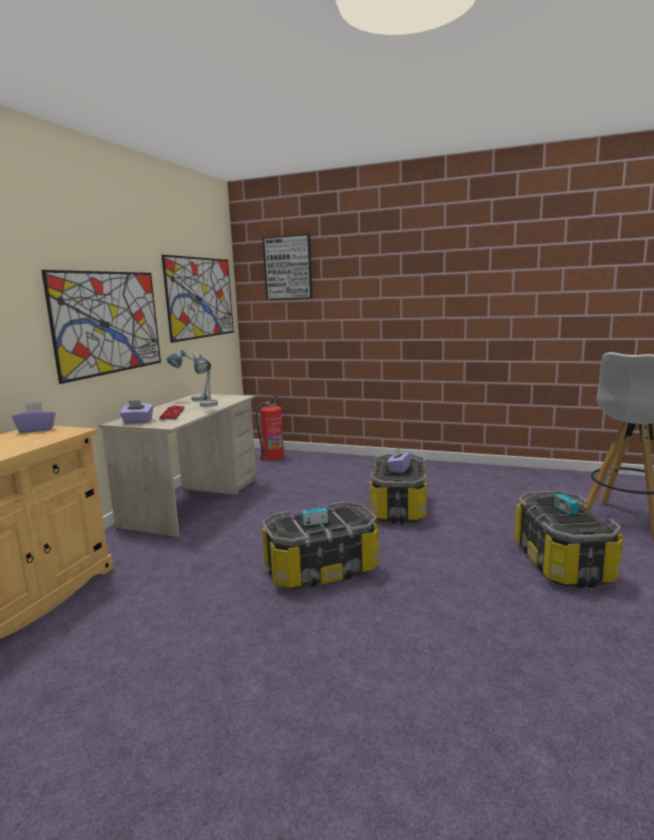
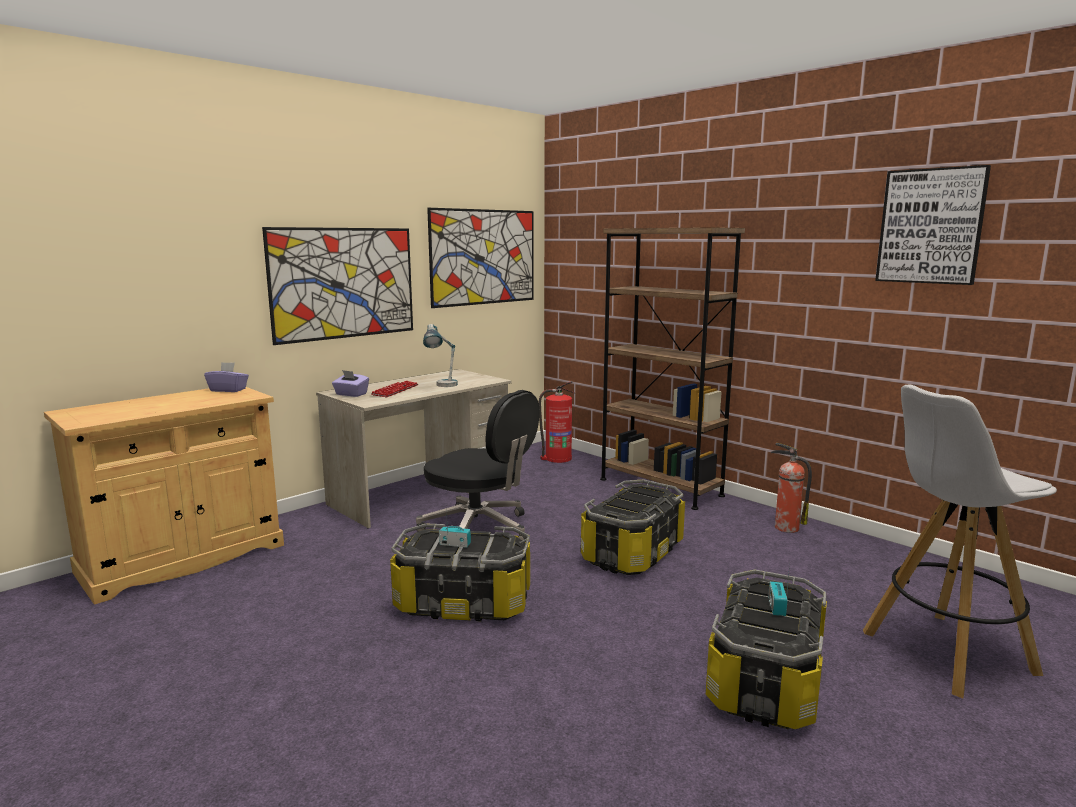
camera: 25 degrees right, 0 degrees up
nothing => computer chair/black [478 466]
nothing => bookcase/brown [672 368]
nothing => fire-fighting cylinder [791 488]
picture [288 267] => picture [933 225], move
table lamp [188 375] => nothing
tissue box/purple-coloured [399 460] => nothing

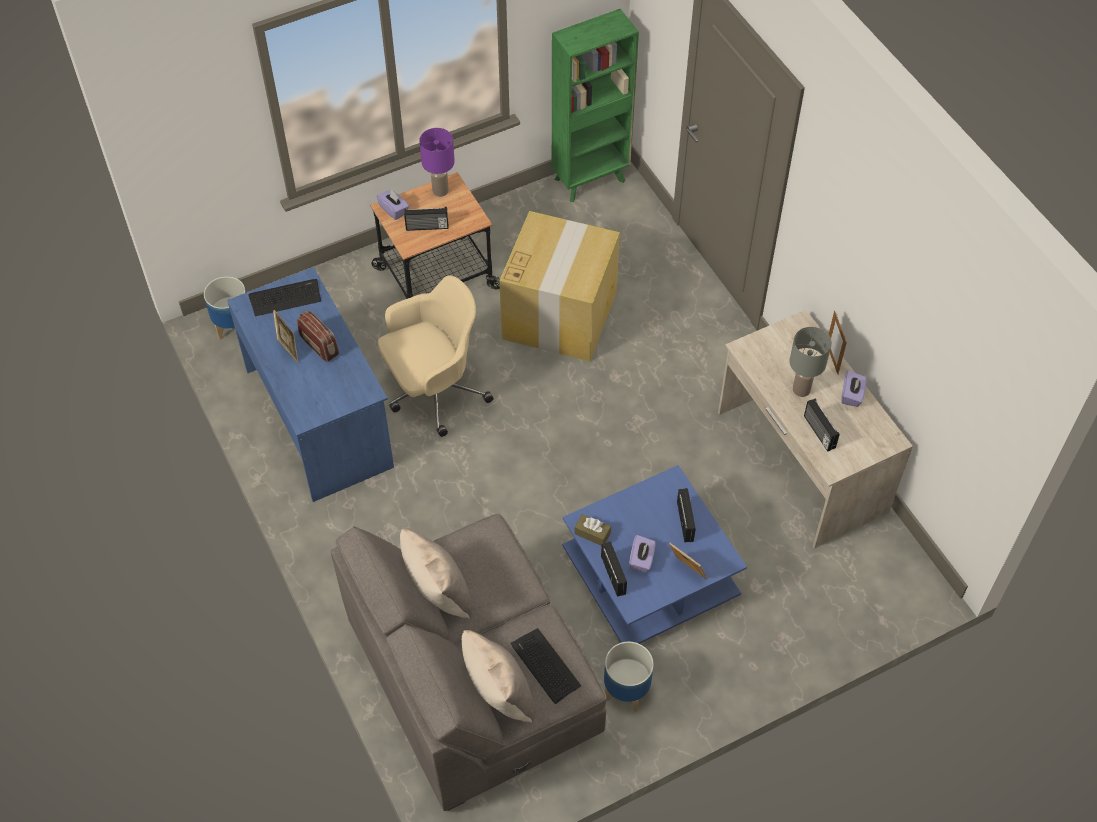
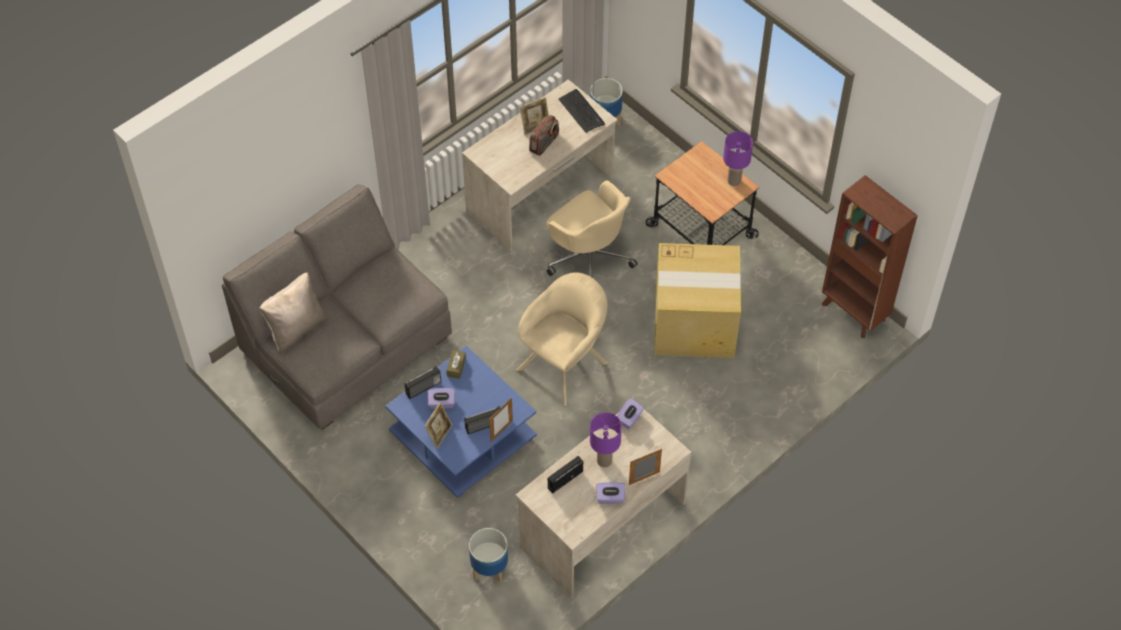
camera: 75 degrees right, 0 degrees up
desk table/blue-coloured [310 384] => desk table/beige-coloured [540 165]
flower pot [629 677] => flower pot [488 555], move
nothing => picture frame [501 419]
nothing => easy chair/beige-coloured [562 339]
table lamp/gray [811 362] => table lamp/purple-coloured [606 440]
tissue box/purple-coloured [393 205] => tissue box/purple-coloured [630 414], move
bookcase/greenish [595 105] => bookcase/brown [870 256]
cushion/beige-coloured [436 574] => nothing
radio [426 219] => nothing
PC keyboard [546 666] => nothing

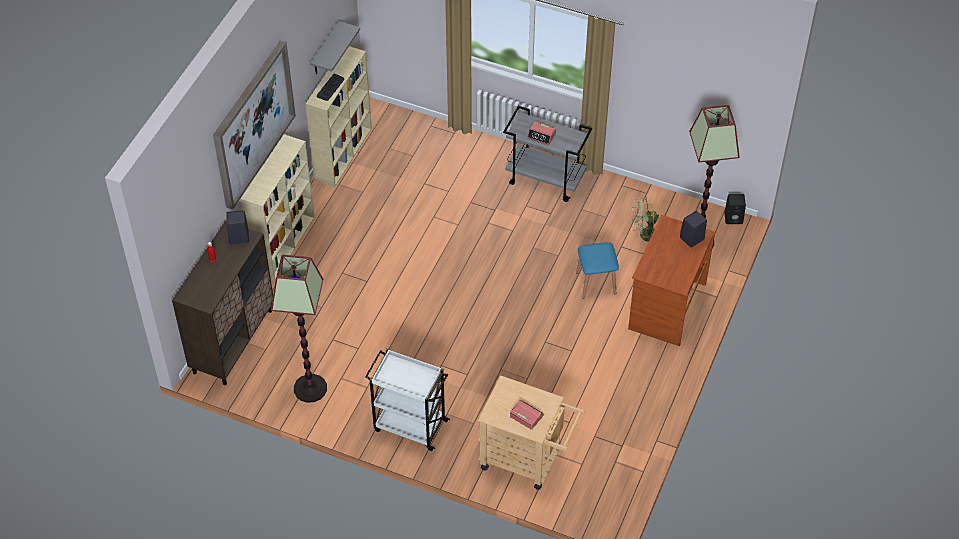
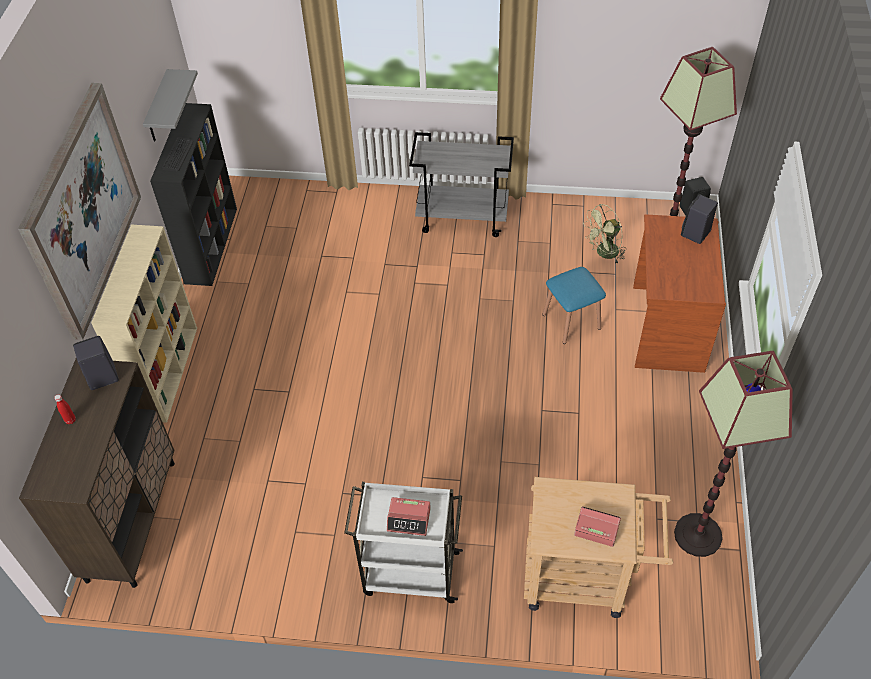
camera: 15 degrees left, 0 degrees up
bookcase/beige-coloured [339 116] => bookcase/black [193 194]
bedside clock [541 133] => bedside clock [409 516], move
floor lamp [299 329] => floor lamp [733 454], move

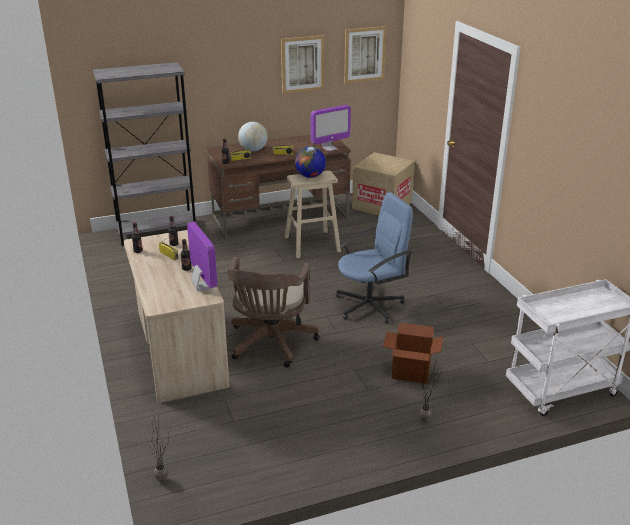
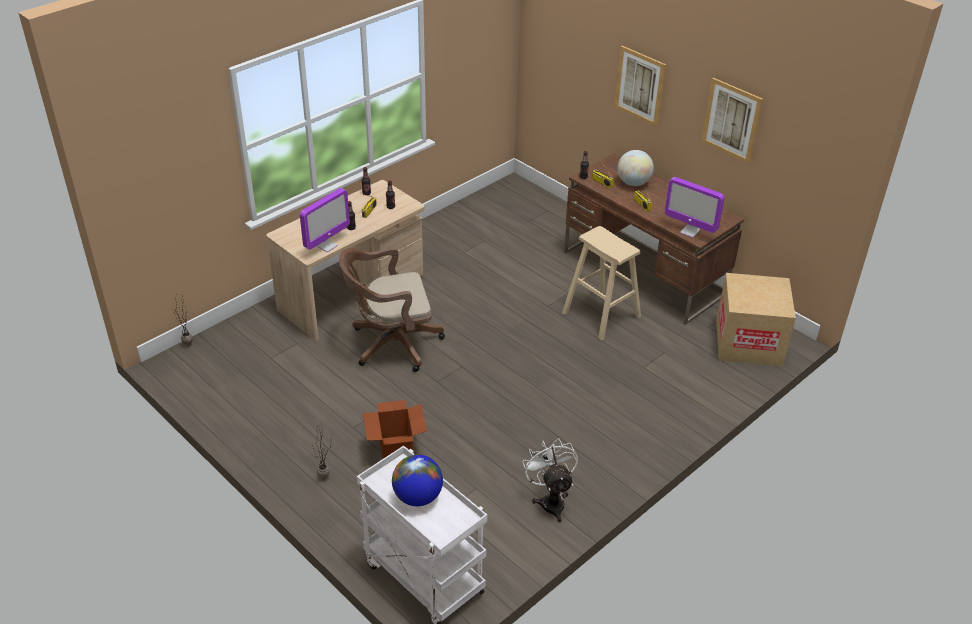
camera: 65 degrees right, 10 degrees up
desk globe [310 162] => desk globe [417 480], move
nothing => cooling fan/white-coloured [550 480]
picture [365 54] => picture [640 86], move
bookcase/gray [145 153] => nothing
computer chair/blue-coloured [374 257] => nothing

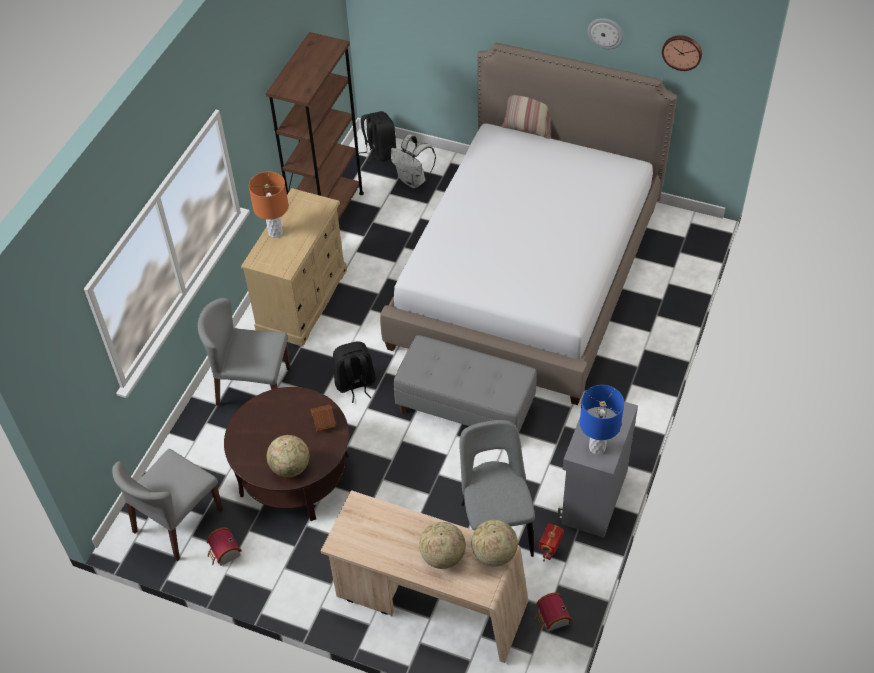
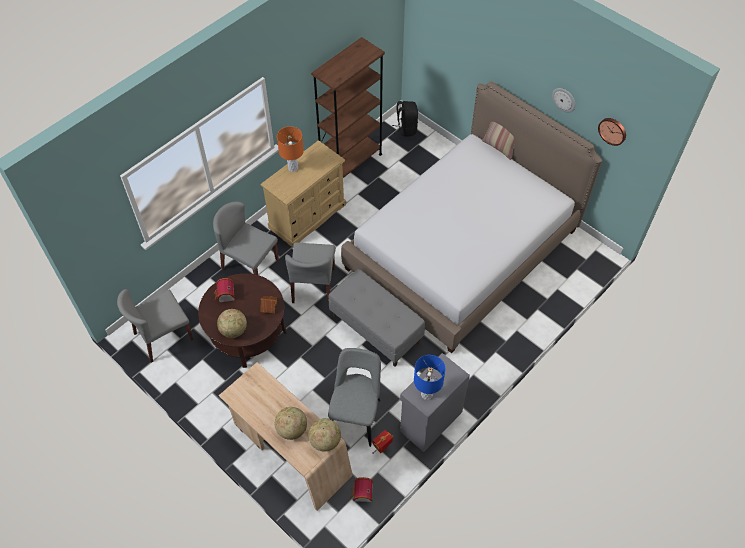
camera: 20 degrees right, 5 degrees up
toy house [224 546] => toy house [224 290], move
backpack/black [354 372] => chair/gray [310 274]
backpack/white-coloured [413 161] => nothing

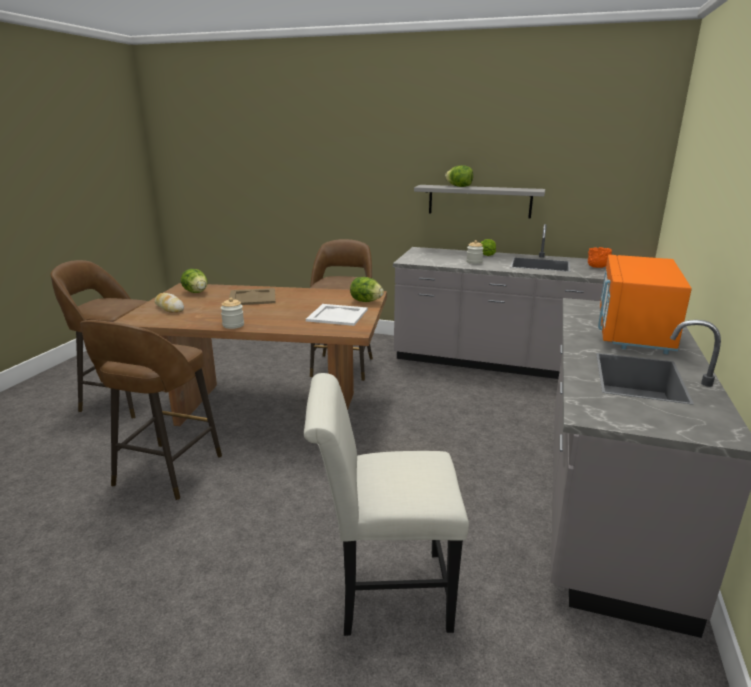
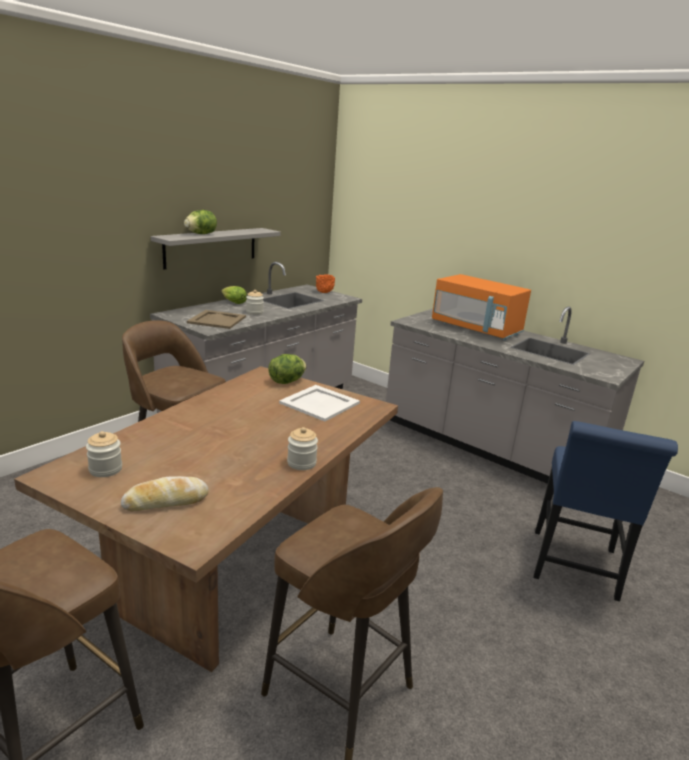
camera: 70 degrees left, 0 degrees up
lettuce [194 281] => jar [104 454]
tray/beige-coloured [252 296] => tray/beige-coloured [216 319], move
chair/white-coloured [386 504] => chair/blue-coloured [606 511]

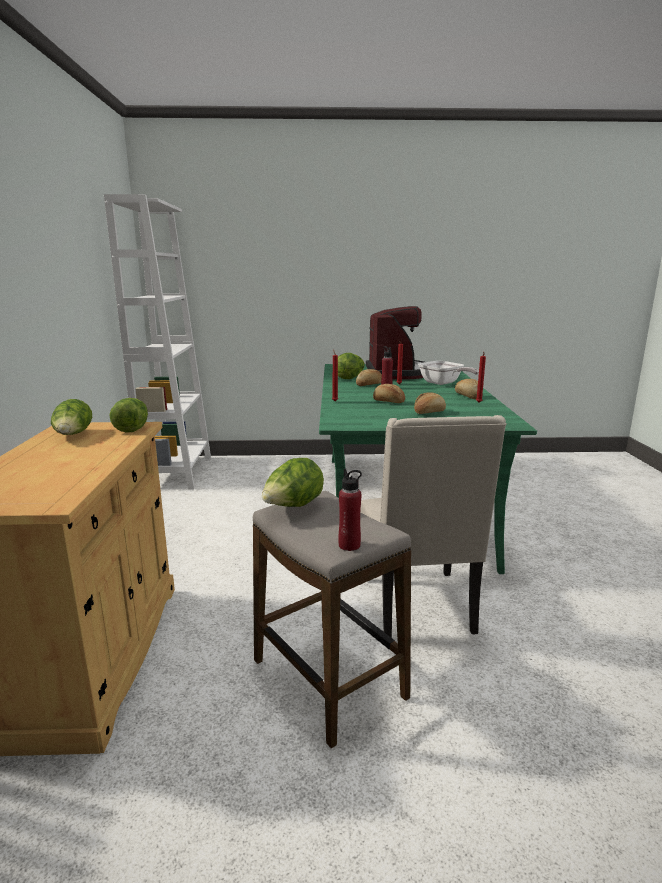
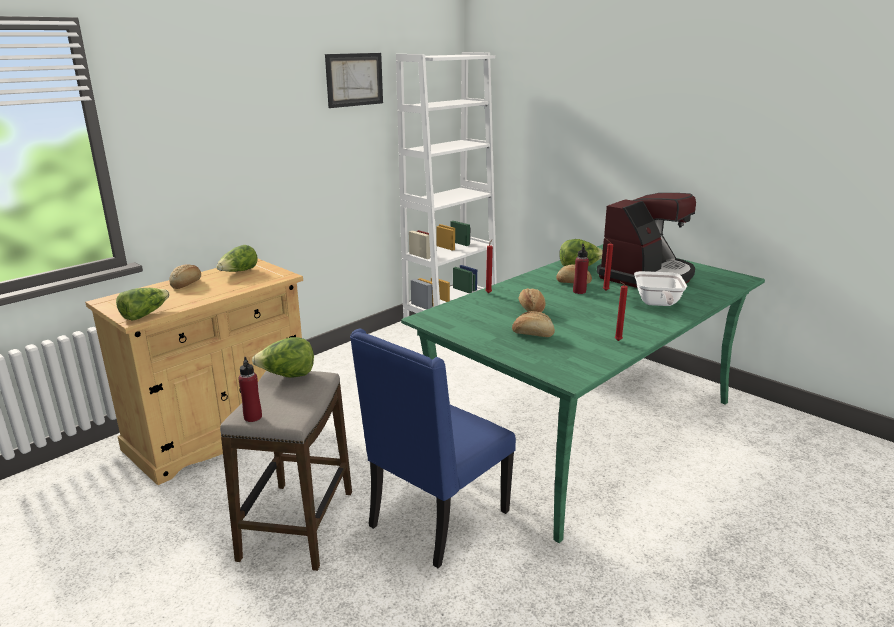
camera: 45 degrees right, 5 degrees up
lettuce [128 415] => lettuce [143 304], move
bakery bread [466 388] => bakery bread [185 276], move
nothing => picture [354 80]
chair/beige-coloured [433 526] => chair/blue-coloured [433 448]

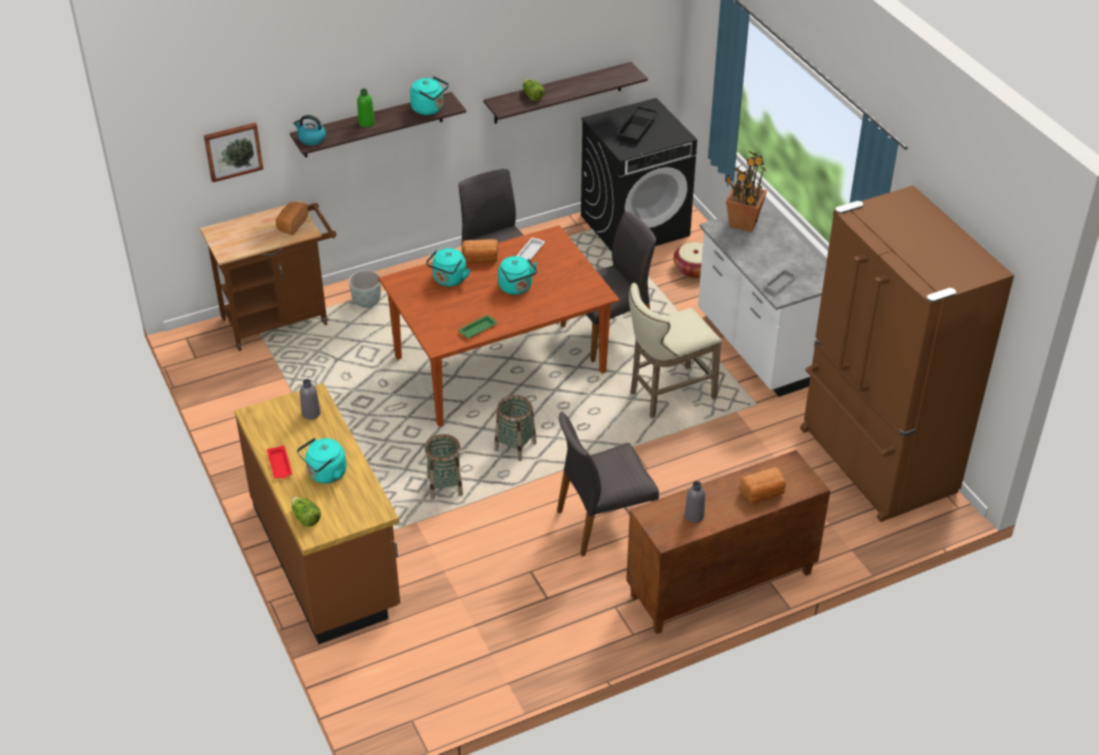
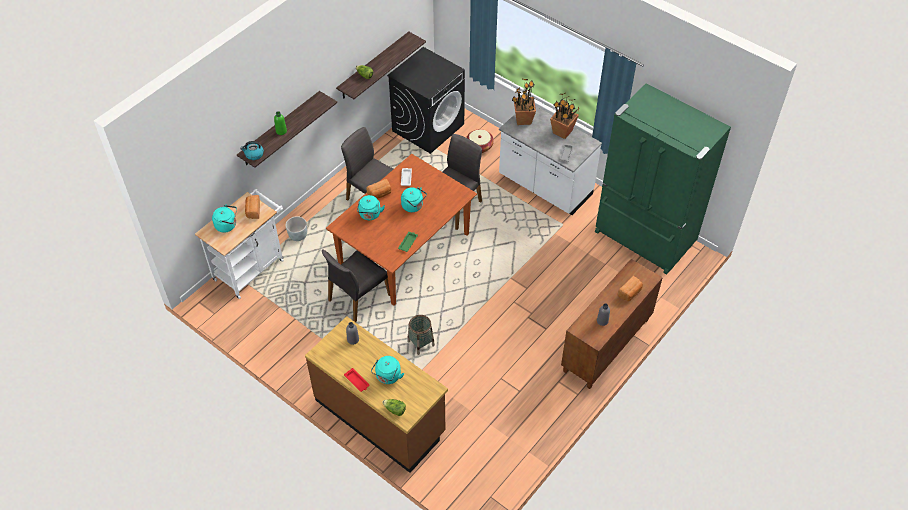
camera: 25 degrees left, 10 degrees up
cart/brown [268 276] => cart/white-coloured [239 244]
water kettle/blue-green [429 95] => water kettle/blue-green [224 218], move
chair/gray [608 484] => chair/gray [356 286], move
nothing => plant in a pot [564 116]
refrigerator/brown [907 353] => refrigerator/greenish [663 179]
picture [233 152] => nothing
household basket [515 428] => nothing
tray/black [637 125] => nothing
stool seat/beige-coloured [675 350] => nothing

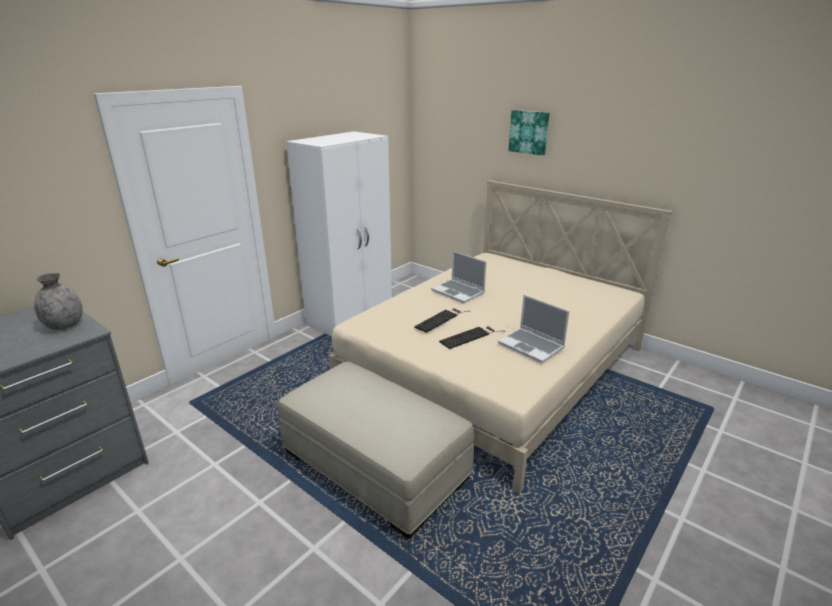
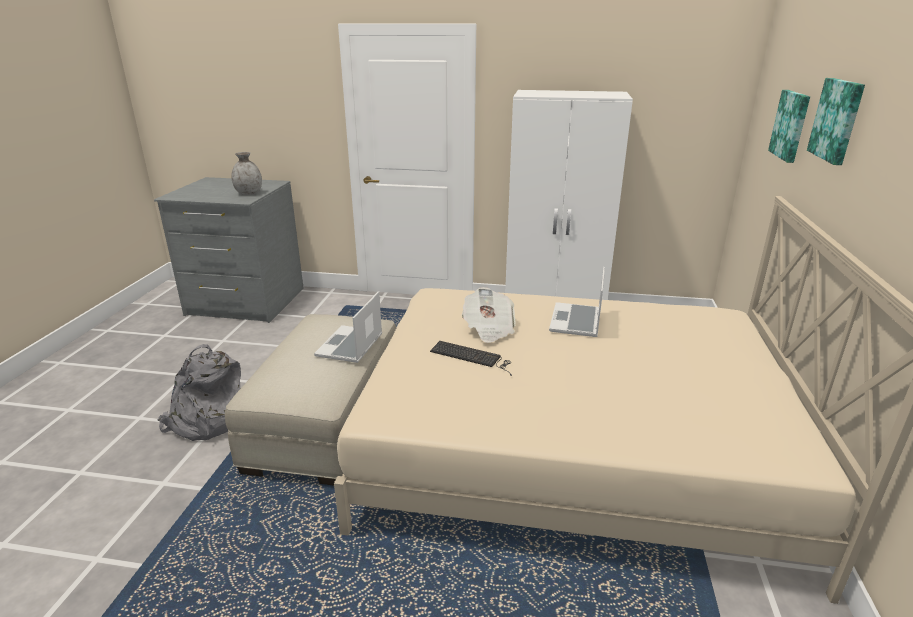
camera: 60 degrees right, 0 degrees up
nothing => backpack/gray [199 392]
portable computer [534 329] => portable computer [348 327], move
PC keyboard [442 320] => newspaper [488 315]
nothing => picture [789 126]

